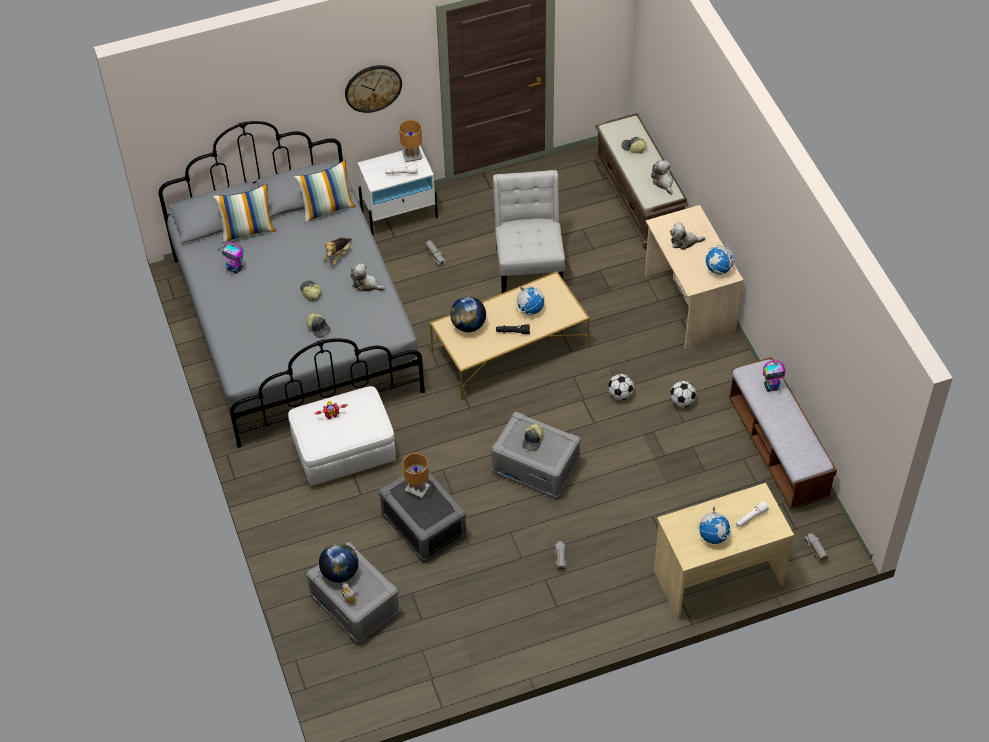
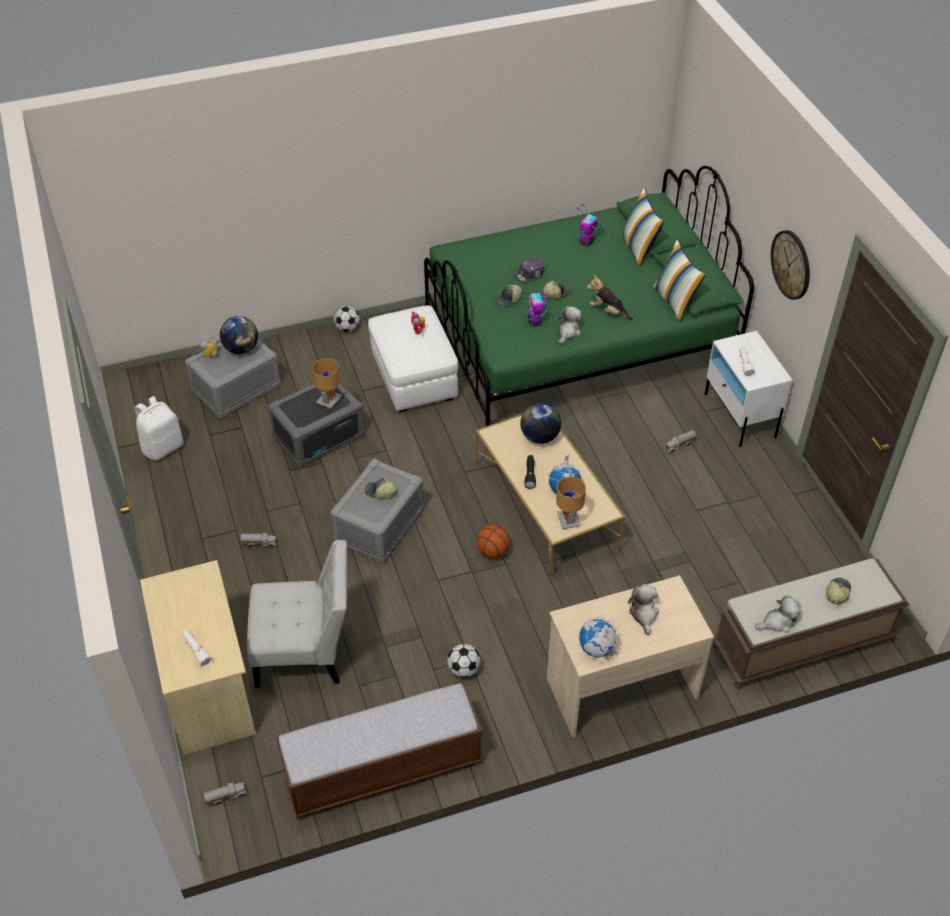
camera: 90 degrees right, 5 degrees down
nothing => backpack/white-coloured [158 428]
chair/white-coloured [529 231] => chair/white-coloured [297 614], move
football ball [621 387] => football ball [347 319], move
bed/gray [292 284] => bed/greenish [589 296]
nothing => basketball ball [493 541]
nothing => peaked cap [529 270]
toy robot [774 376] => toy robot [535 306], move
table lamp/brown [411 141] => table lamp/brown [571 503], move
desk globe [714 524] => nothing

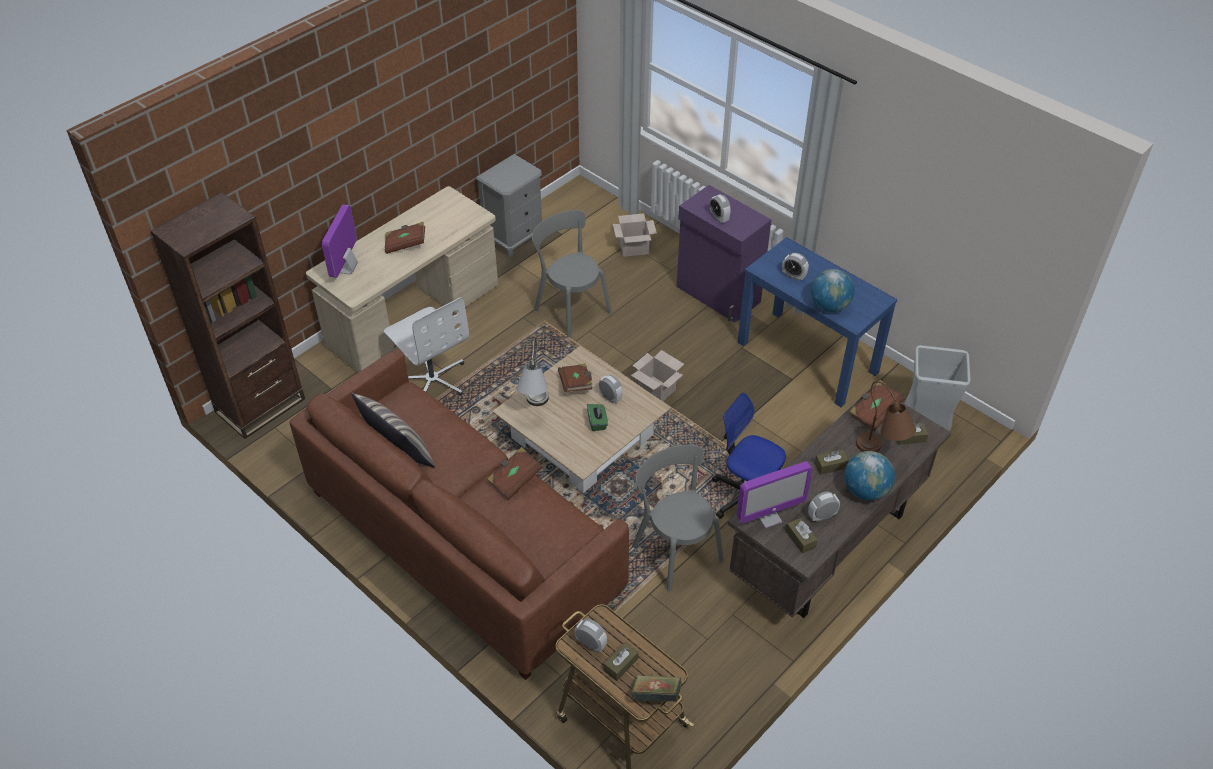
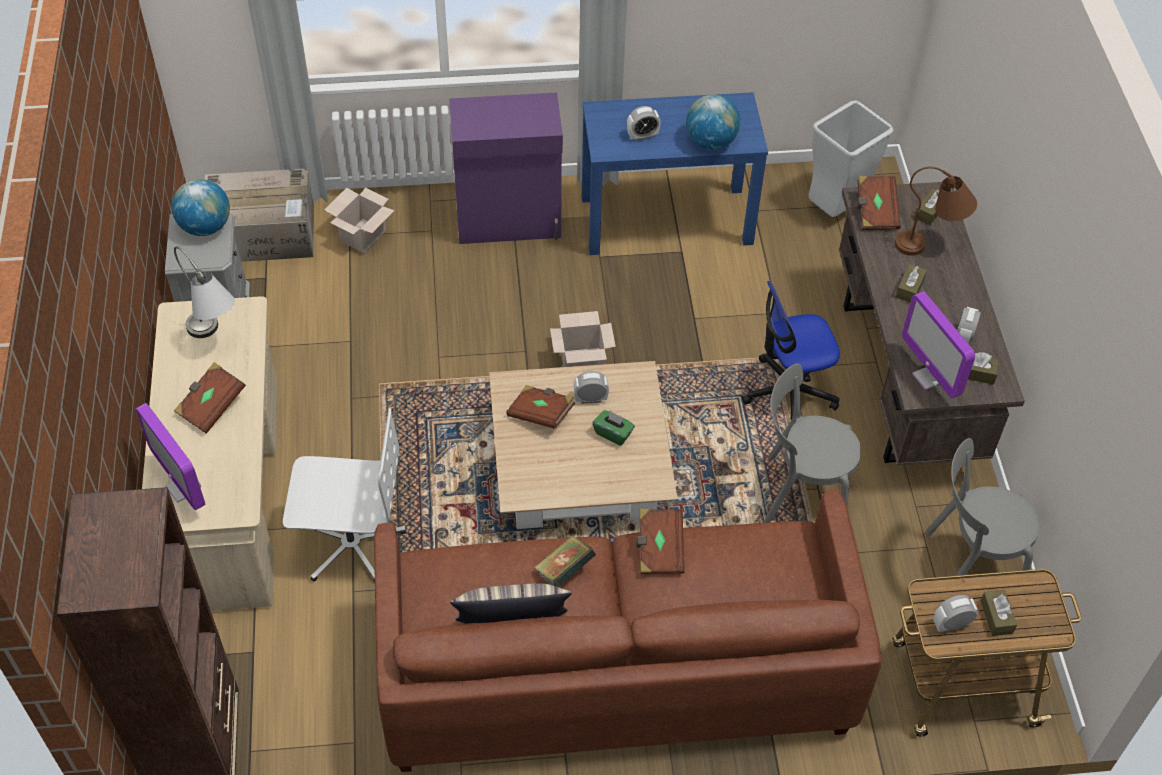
camera: 50 degrees left, 5 degrees up
desk globe [869 476] => desk globe [201 207], move
table lamp/gray [533 372] => table lamp/gray [204 292], move
nothing => carton [259 215]
volume [657 688] => volume [565 561], move
computer display [774 494] => computer display [938 345], 135 degrees clockwise
chair/gray [572 274] => chair/gray [982 520], move
bedside clock [720 208] => nothing

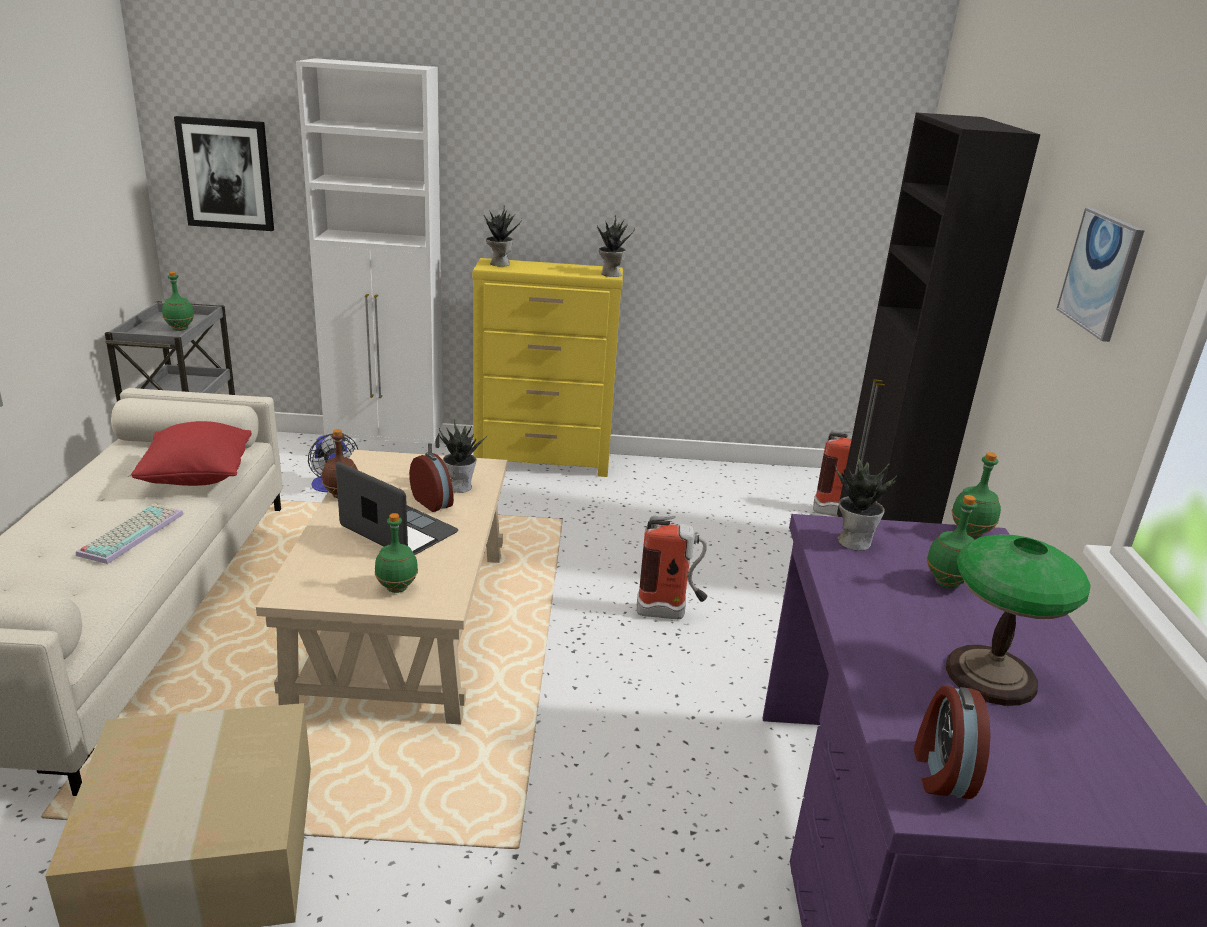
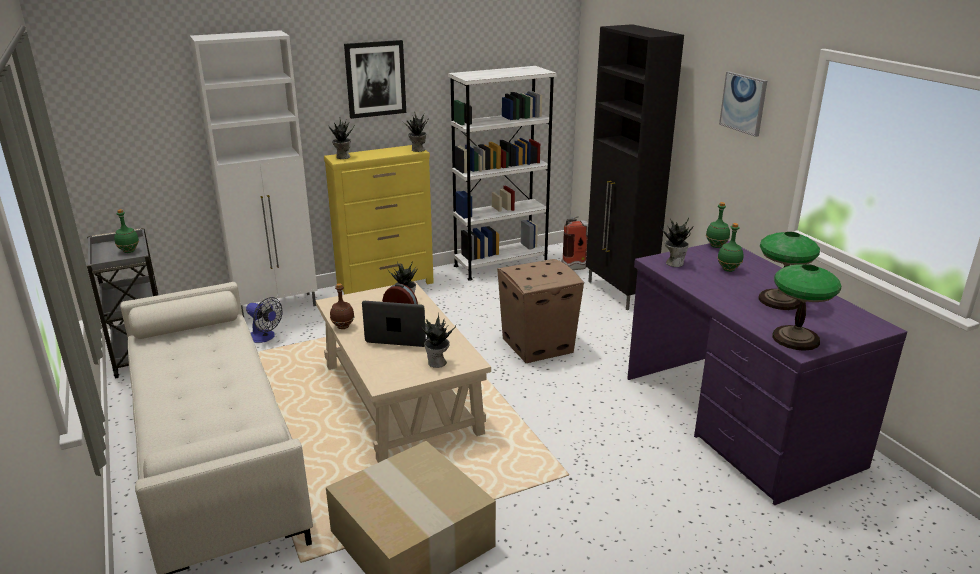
camera: 25 degrees left, 0 degrees up
picture [224 173] => picture [375 79], move
beverage bottle/greenish [396 553] => plant in a pot [438 340]
nothing => bookcase/white-coloured [502 173]
fire-fighting cylinder [672 567] => carton [540 311]
bedside clock [952 742] => table lamp [806 307]
PC keyboard [130 534] => nothing
cushion/reddish [191 453] => nothing

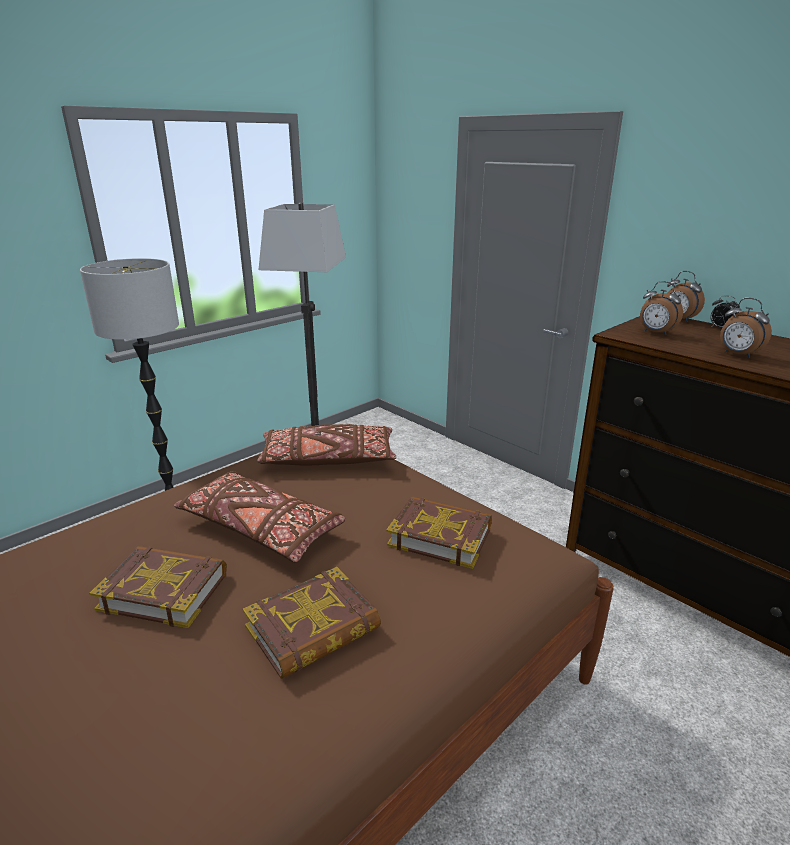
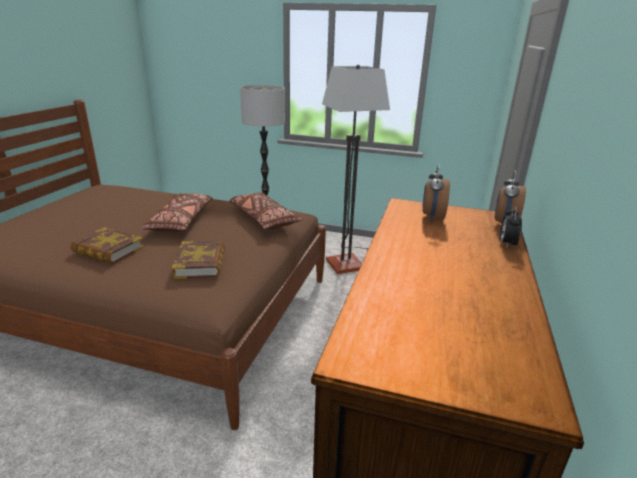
camera: 60 degrees right, 0 degrees up
volume [158 587] => nothing
bedside clock [746 328] => nothing

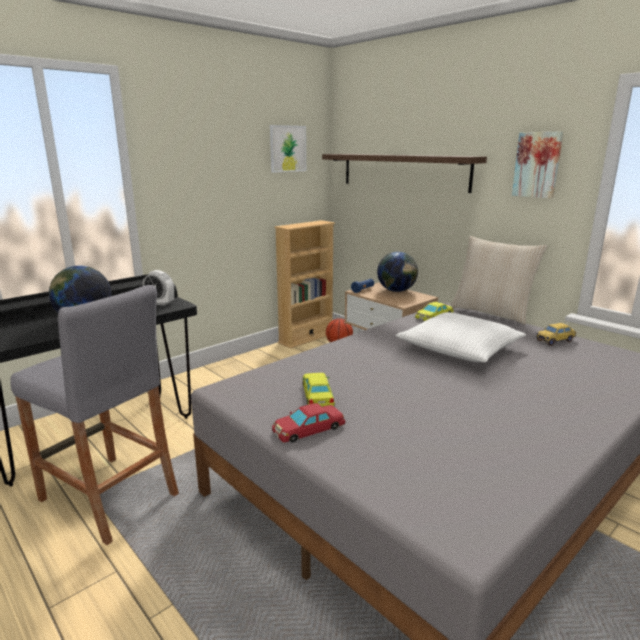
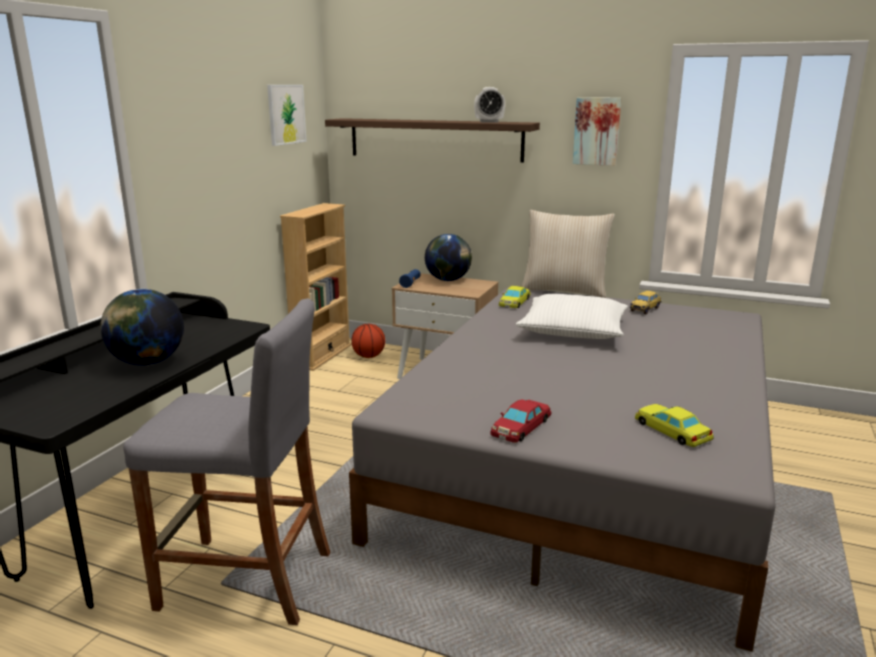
camera: 25 degrees left, 0 degrees up
bedside clock [158 288] => bedside clock [489 104], move
miniature car/yellowish [319 390] => miniature car/yellowish [674 425], move

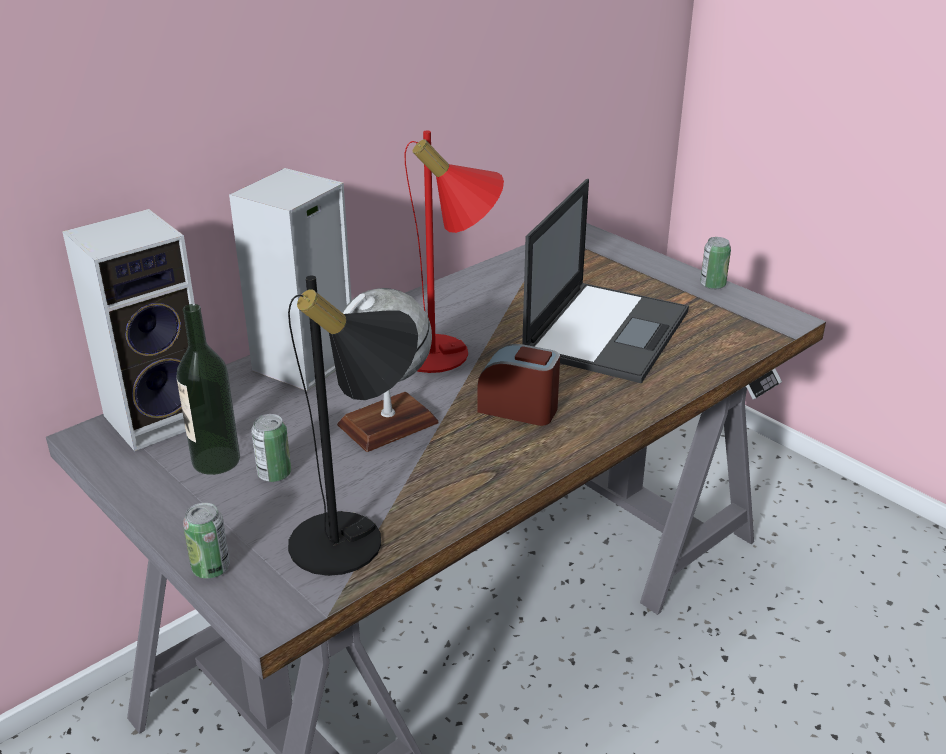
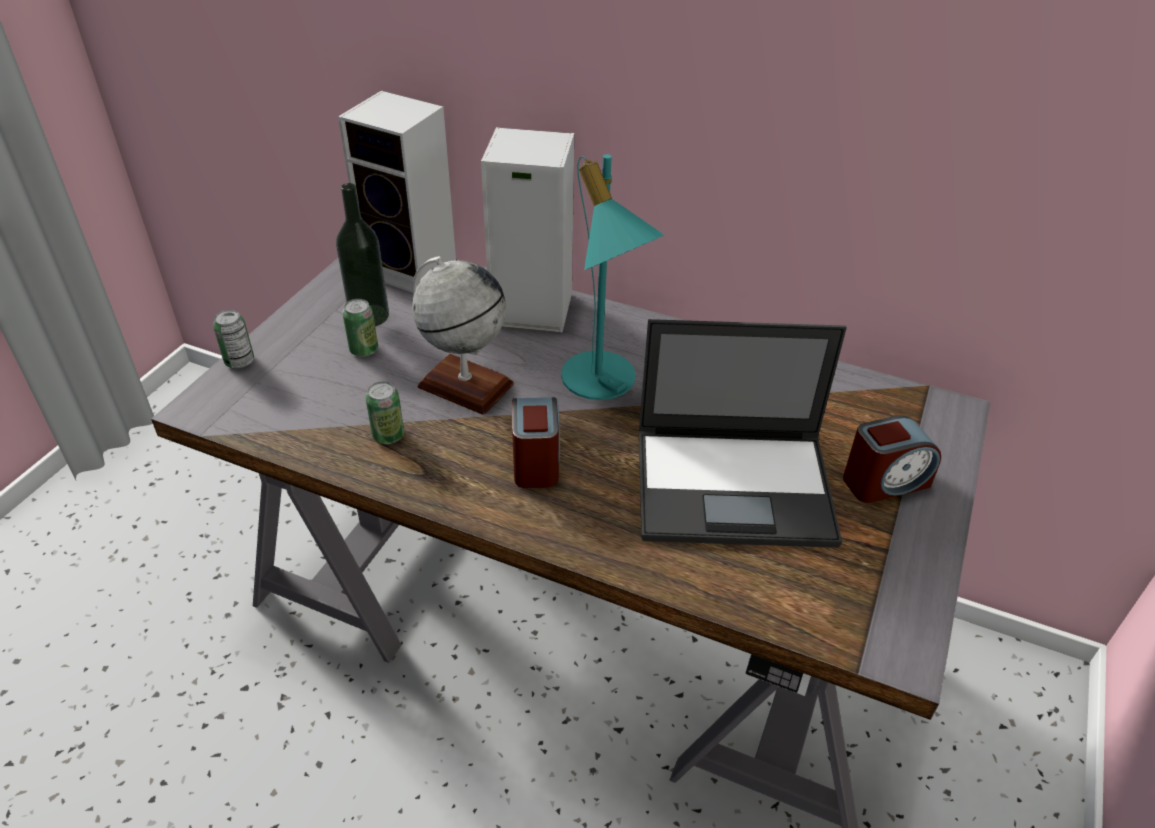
camera: 65 degrees right, 10 degrees up
metal can [715 263] => metal can [385 412], move
table lamp/reddish [454 252] => table lamp/blue-green [612 277]
nothing => bedside clock [892 459]
table lamp/black [353 426] => nothing

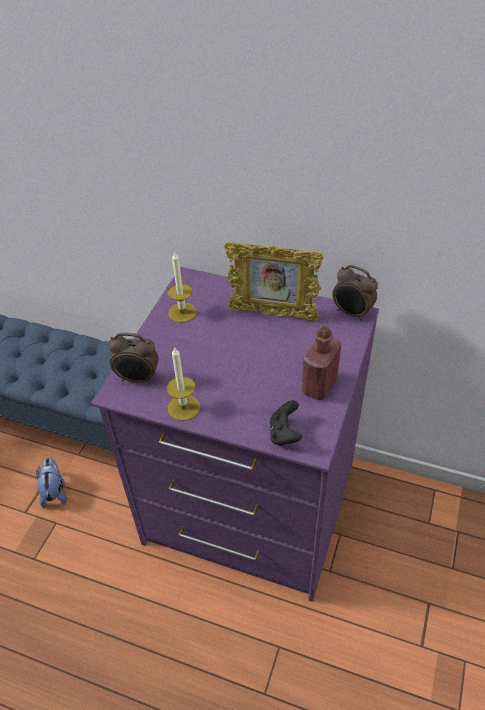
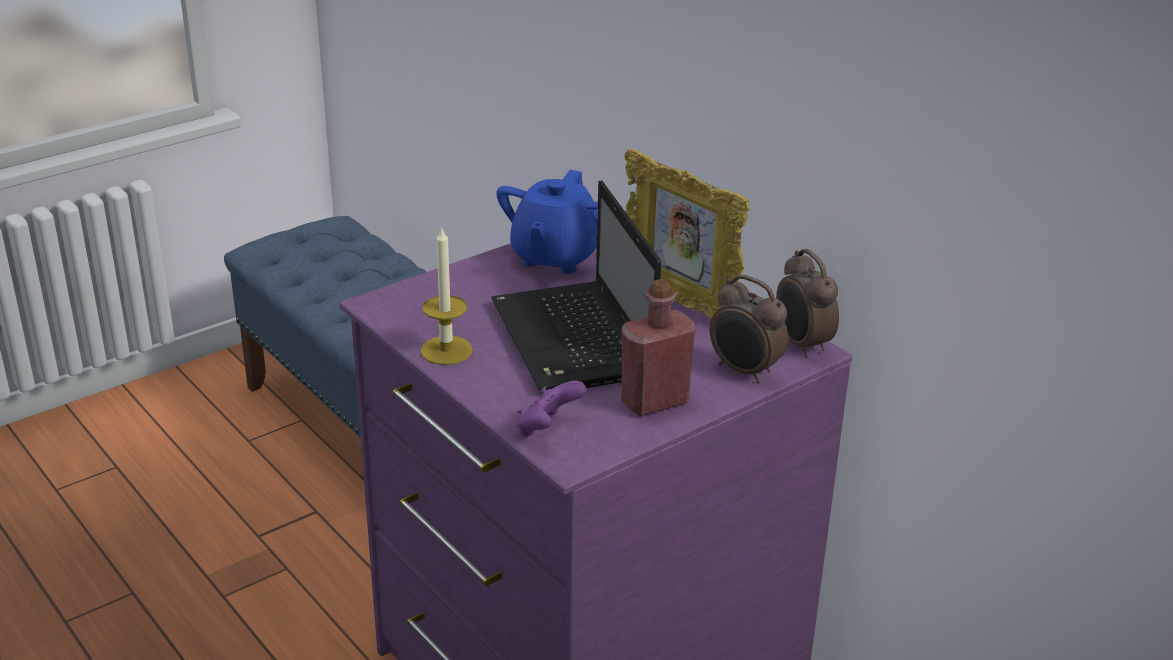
camera: 30 degrees right, 15 degrees down
nothing => portable computer [576 286]
wax light [182 287] => pot for tea/blue-coloured [547 222]
gamepad/black [286 423] => gamepad/purple-coloured [551 408]
bedside clock [133 358] => bedside clock [749 329], move
cuddly toy [51 483] => nothing

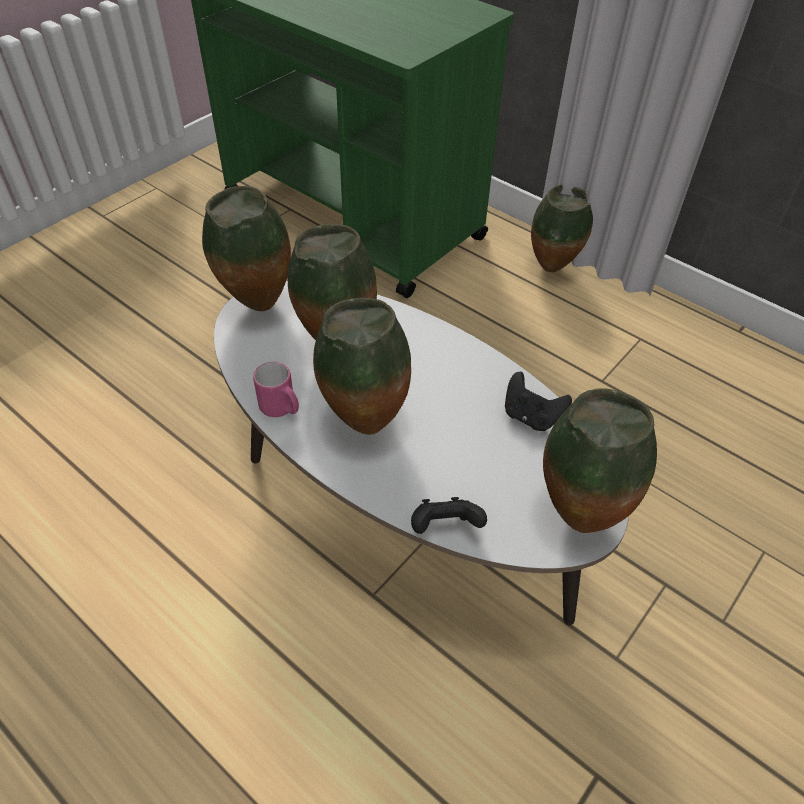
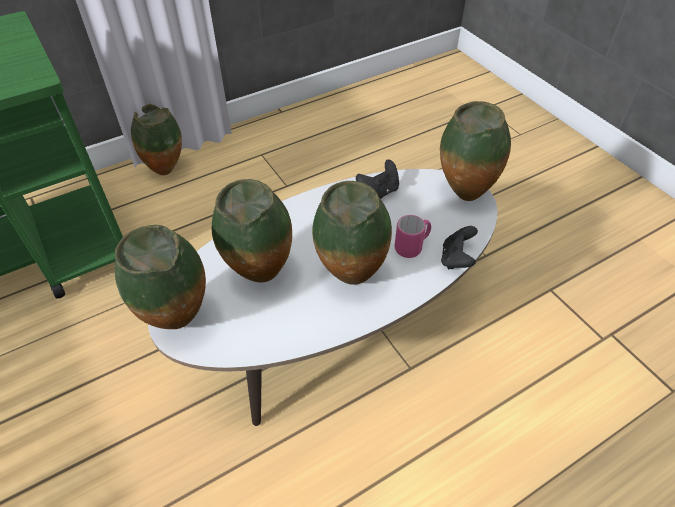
camera: 70 degrees left, 0 degrees up
mug/pink-coloured [276 389] => mug/pink-coloured [413 236], move

